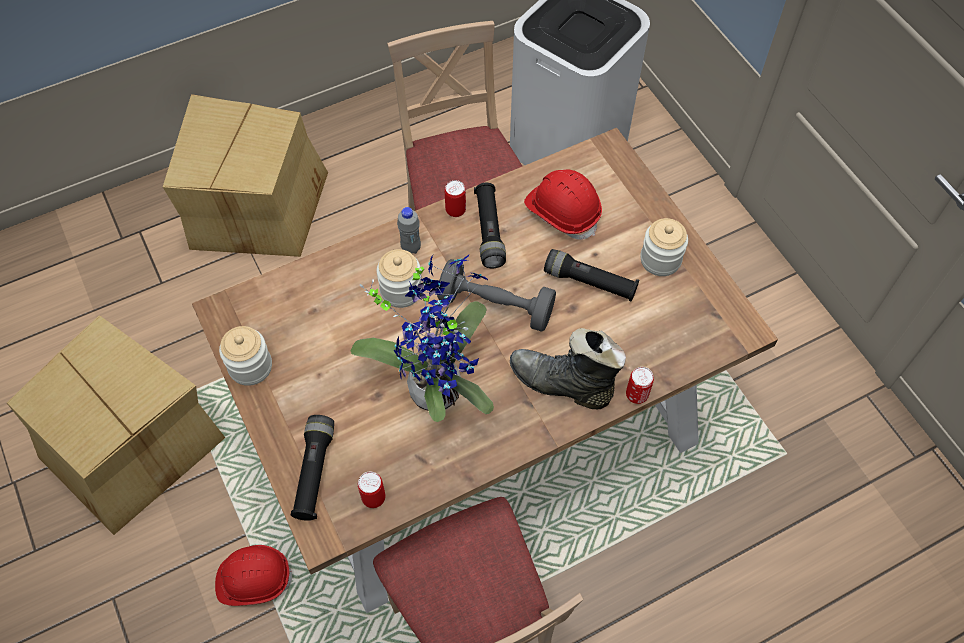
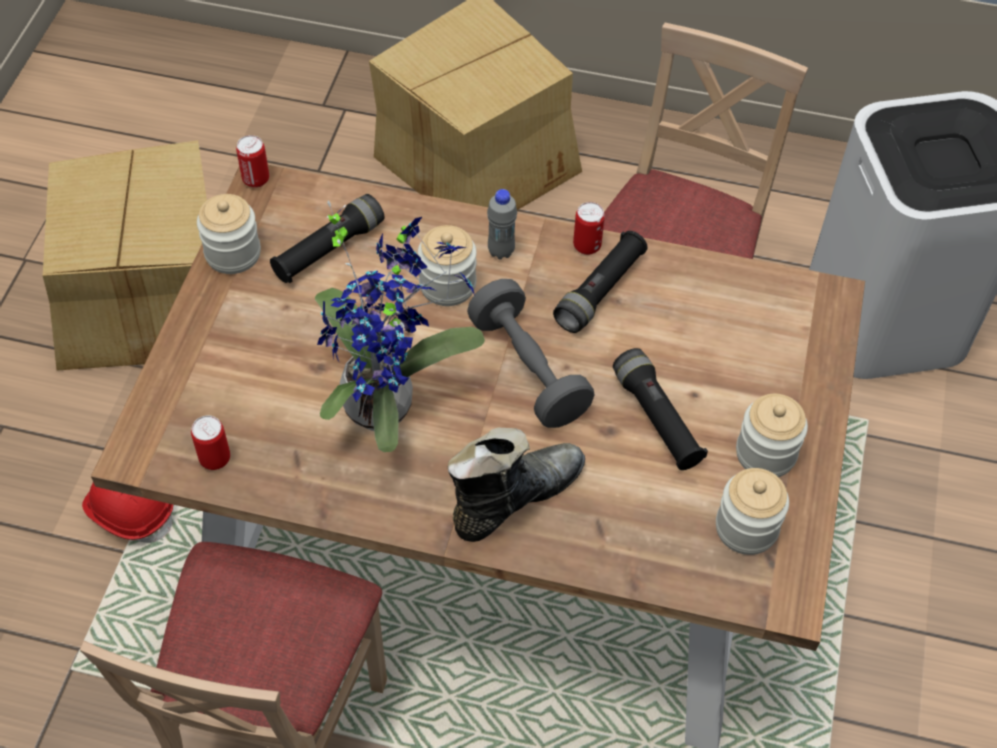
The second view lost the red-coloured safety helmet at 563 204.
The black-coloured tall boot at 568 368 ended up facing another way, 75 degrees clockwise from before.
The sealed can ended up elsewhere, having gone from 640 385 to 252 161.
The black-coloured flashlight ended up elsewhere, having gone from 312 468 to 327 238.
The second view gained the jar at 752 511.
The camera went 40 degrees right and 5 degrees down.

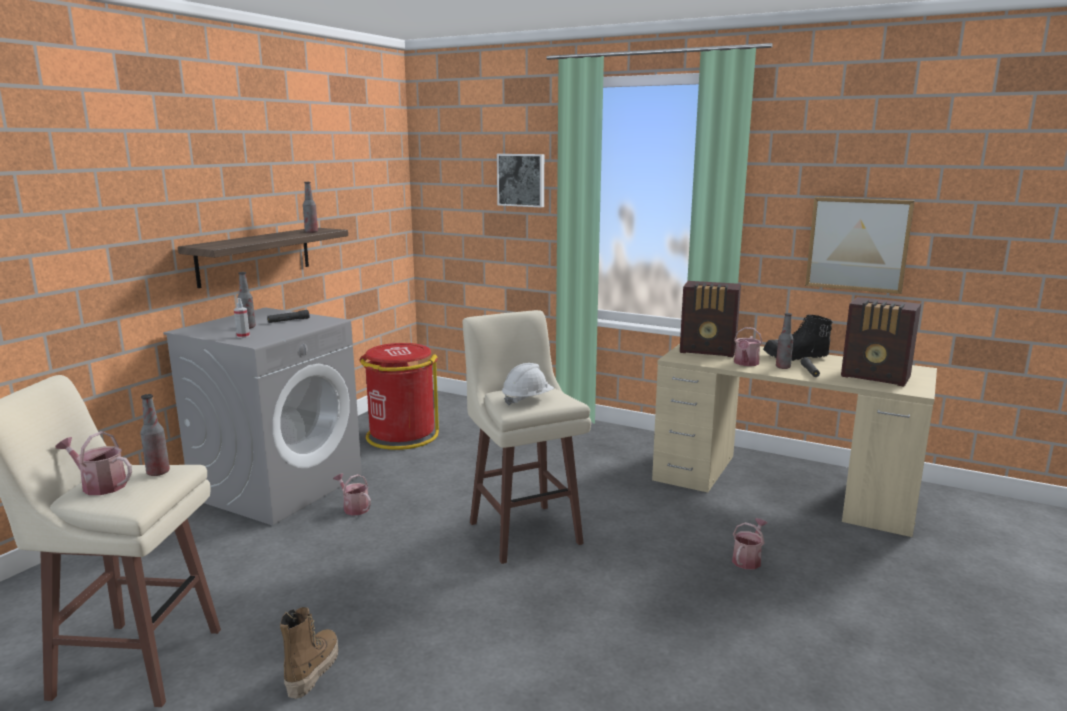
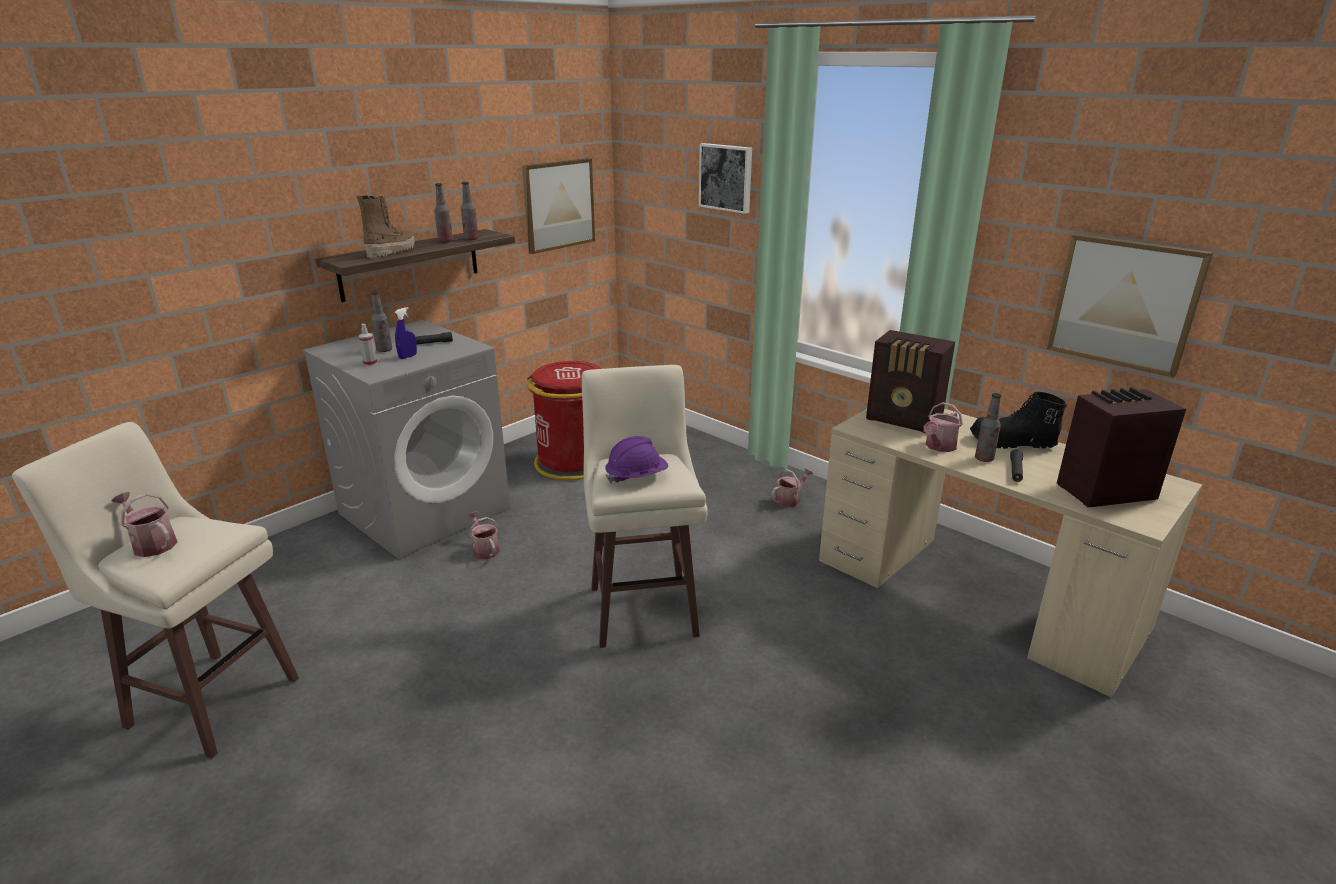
The radio at 881 342 ended up facing another way, 120 degrees clockwise from before.
What was the white-coloured safety helmet at 528 384 turned into the purplish safety helmet at 636 460.
The drink bottle ended up elsewhere, having gone from 155 435 to 443 213.
The watering pot ended up elsewhere, having gone from 749 543 to 792 488.
The tall boot ended up elsewhere, having gone from 309 653 to 386 226.
The second view gained the picture at 558 206.
The second view gained the bluish spray bottle at 405 333.
The camera went 15 degrees right and 10 degrees up.

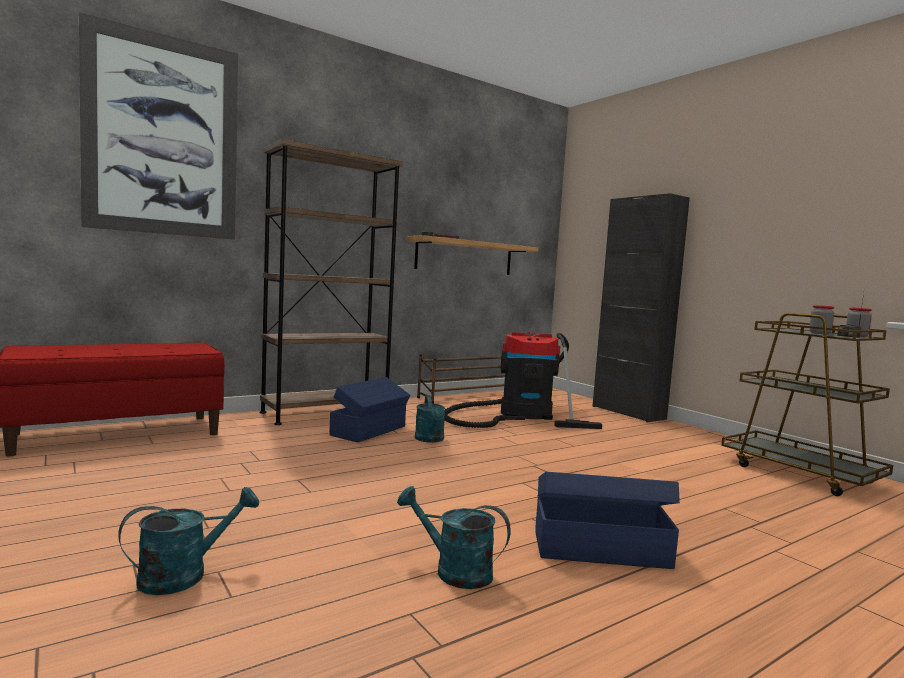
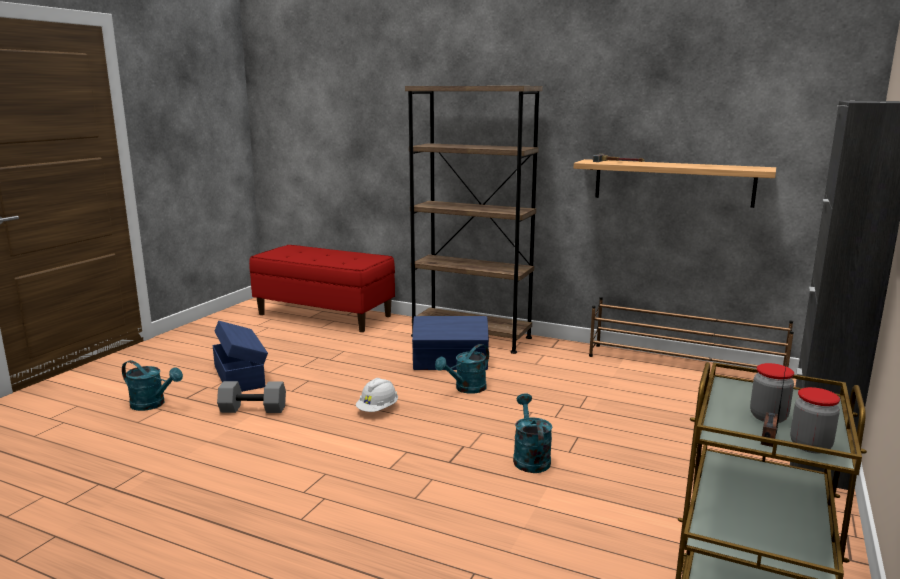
The second view lost the picture at 158 126.
The second view lost the hoover at 523 380.
The bluish storage bin ended up elsewhere, having gone from 607 520 to 240 356.
The blue-green watering pot ended up elsewhere, having gone from 454 537 to 533 433.
The second view gained the white-coloured safety helmet at 377 395.
The second view gained the greyish free weight at 251 397.
The camera went 60 degrees right and 10 degrees up.

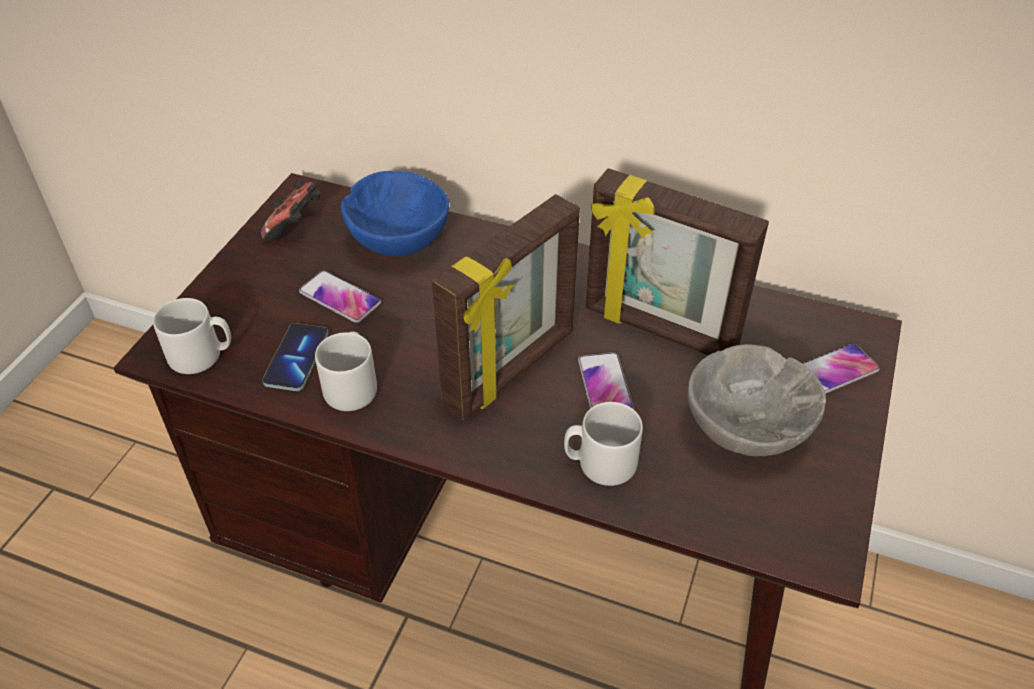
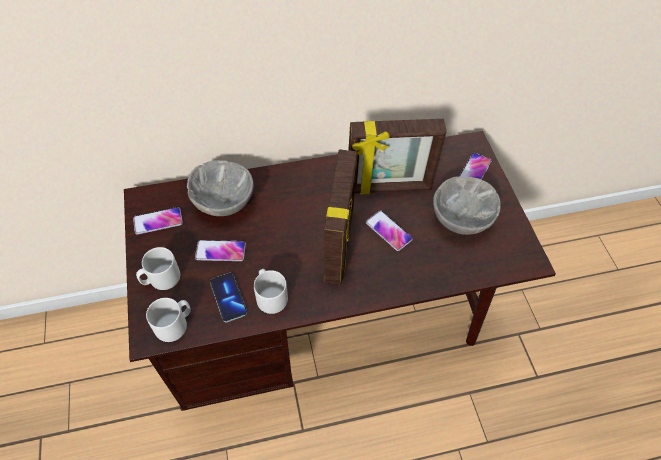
What was the bluish deep dish at 395 213 turned into the greyish deep dish at 220 188.
Where the game controller stood at 291 210, the phone came to stand at 158 221.
The greyish tea mug ended up elsewhere, having gone from 603 444 to 158 268.
The camera went 35 degrees left and 10 degrees up.

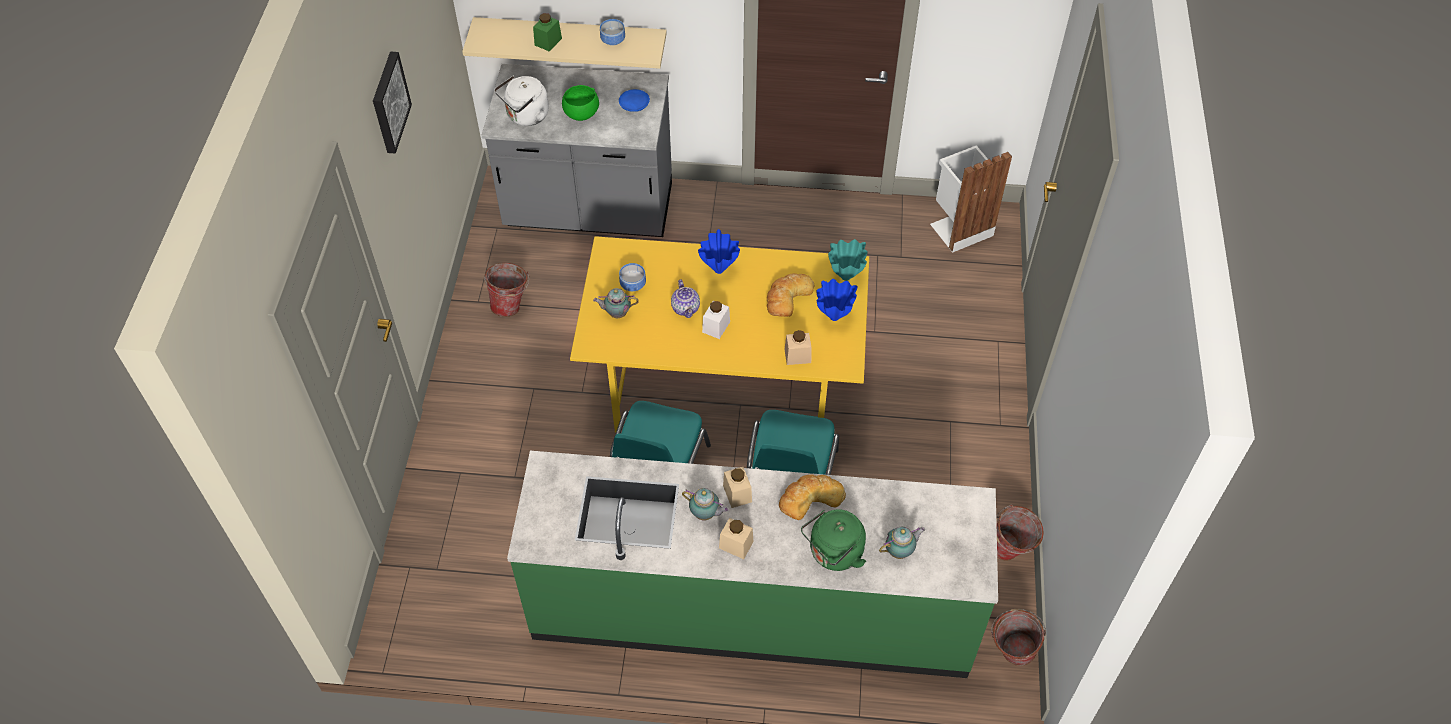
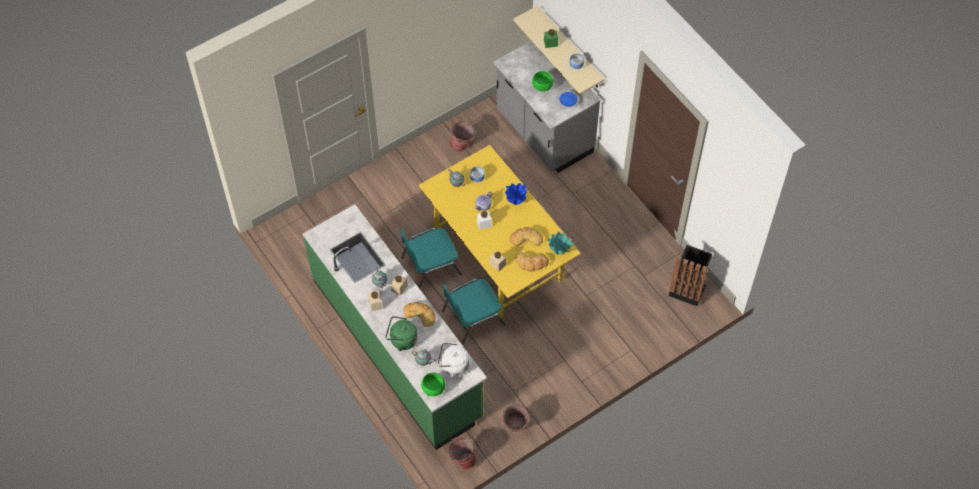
The second view lost the picture at 392 102.
The white-coloured water kettle ended up elsewhere, having gone from 521 101 to 453 360.
What was the white-coloured trash can at 971 199 turned into the black-coloured trash can at 690 275.
Where the bluish vase stood at 837 300, the baked bread came to stand at 532 262.
The second view gained the green-coloured deep dish at 433 384.
The camera went 50 degrees right and 5 degrees up.

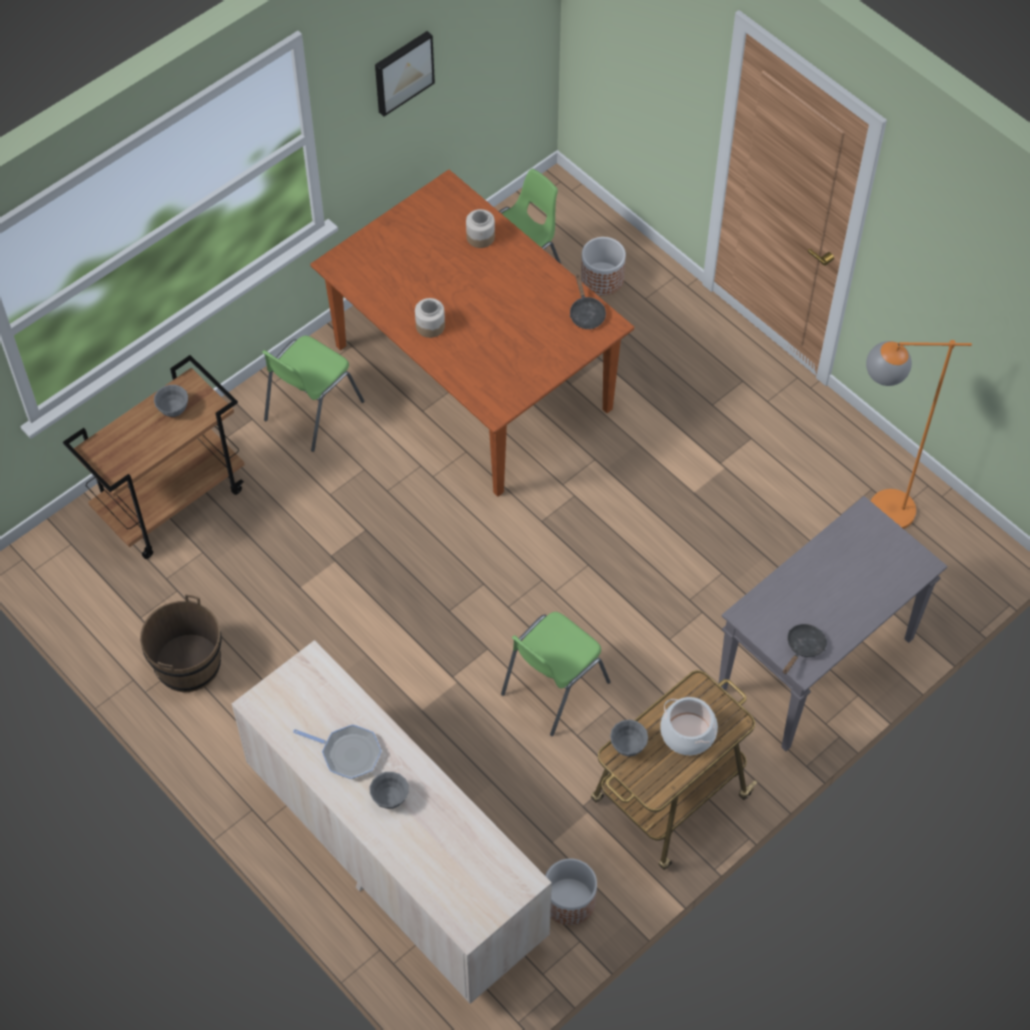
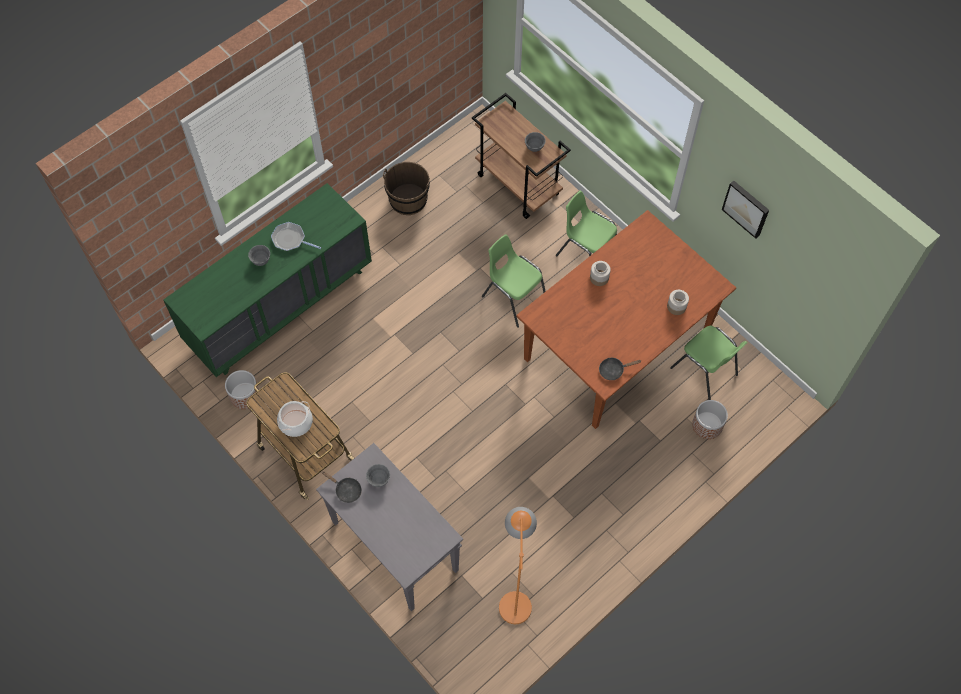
The green-coloured chair ended up elsewhere, having gone from 556 674 to 514 281.
What was the beige drawer chest at 392 822 turned into the green-coloured drawer chest at 267 280.
The greyish deep dish ended up elsewhere, having gone from 629 738 to 378 475.
The pan at 337 751 ended up facing another way, 90 degrees clockwise from before.
The camera went 90 degrees right and 5 degrees up.

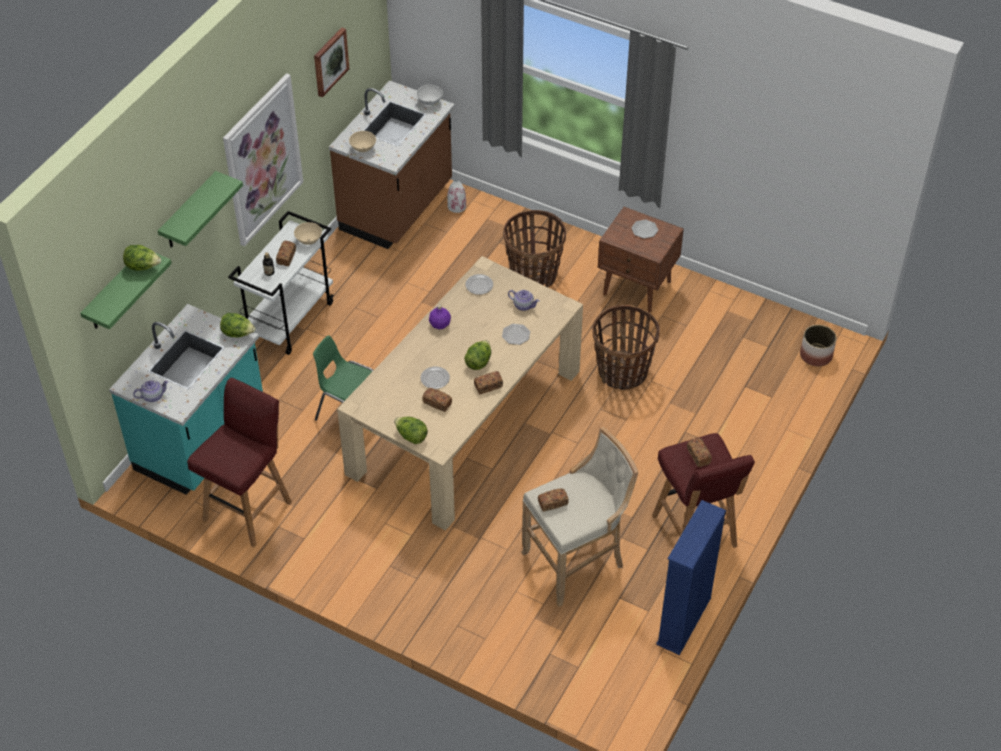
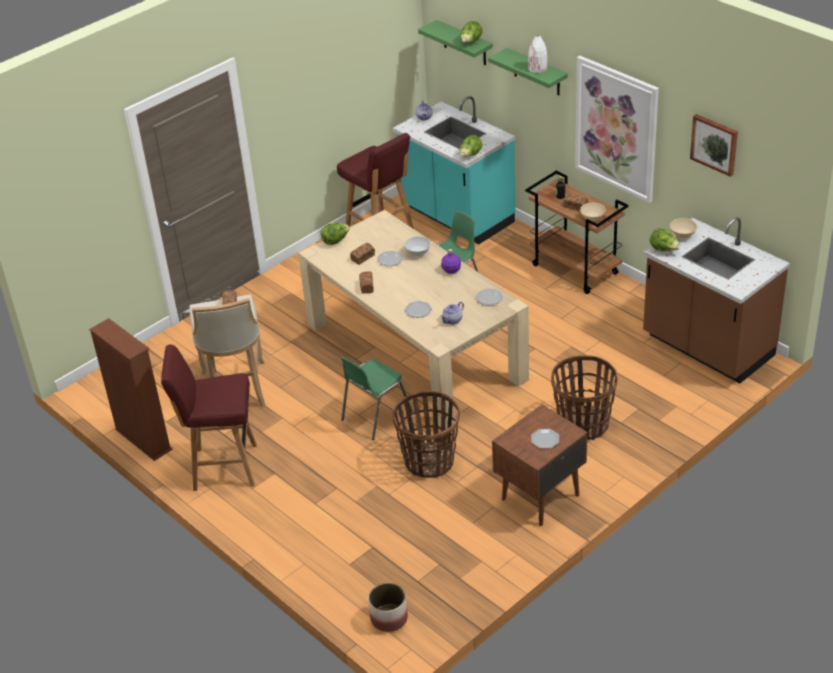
The white-coloured deep dish ended up elsewhere, having gone from 429 95 to 418 246.
The white-coloured vase ended up elsewhere, having gone from 456 196 to 537 54.
What was the white-coloured wheeled cart at 281 283 turned into the brown wheeled cart at 577 232.
The lettuce head ended up elsewhere, having gone from 477 355 to 665 240.
The second view lost the baked bread at 699 452.
What was the bluish bookcase at 691 577 turned into the brown bookcase at 130 389.
The second view gained the green-coloured chair at 376 398.
The camera went 110 degrees right and 10 degrees down.

